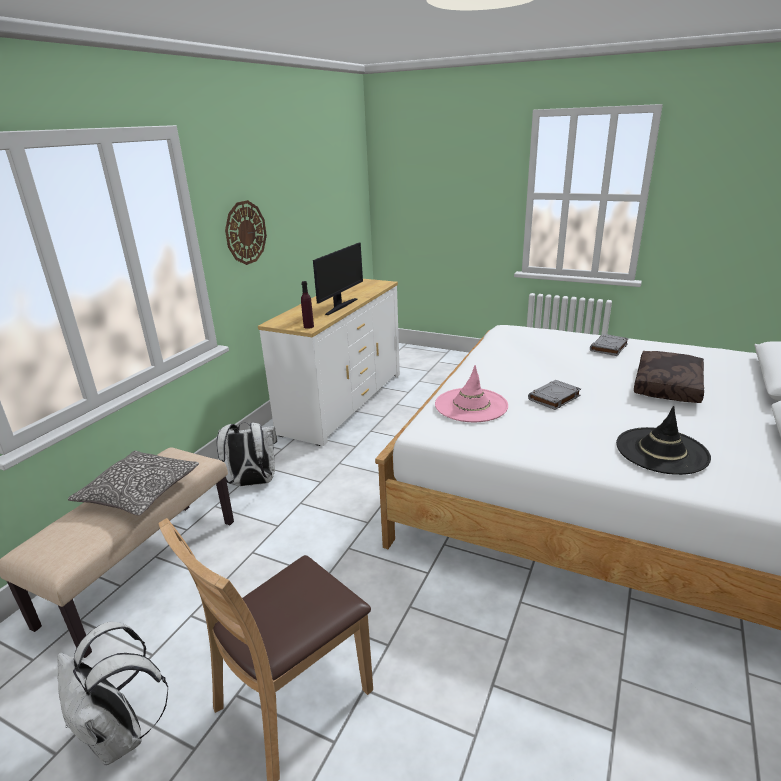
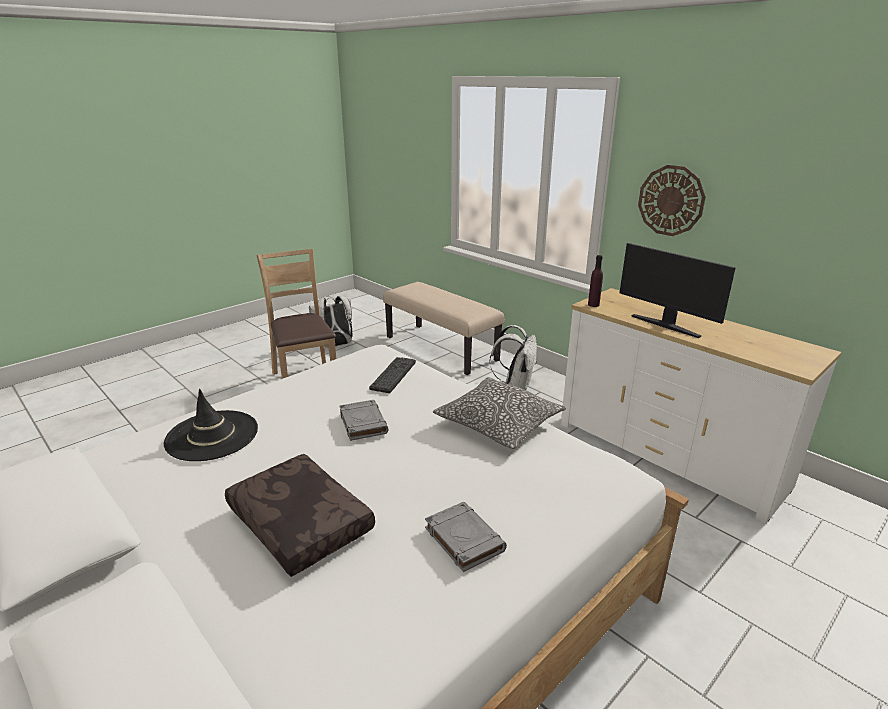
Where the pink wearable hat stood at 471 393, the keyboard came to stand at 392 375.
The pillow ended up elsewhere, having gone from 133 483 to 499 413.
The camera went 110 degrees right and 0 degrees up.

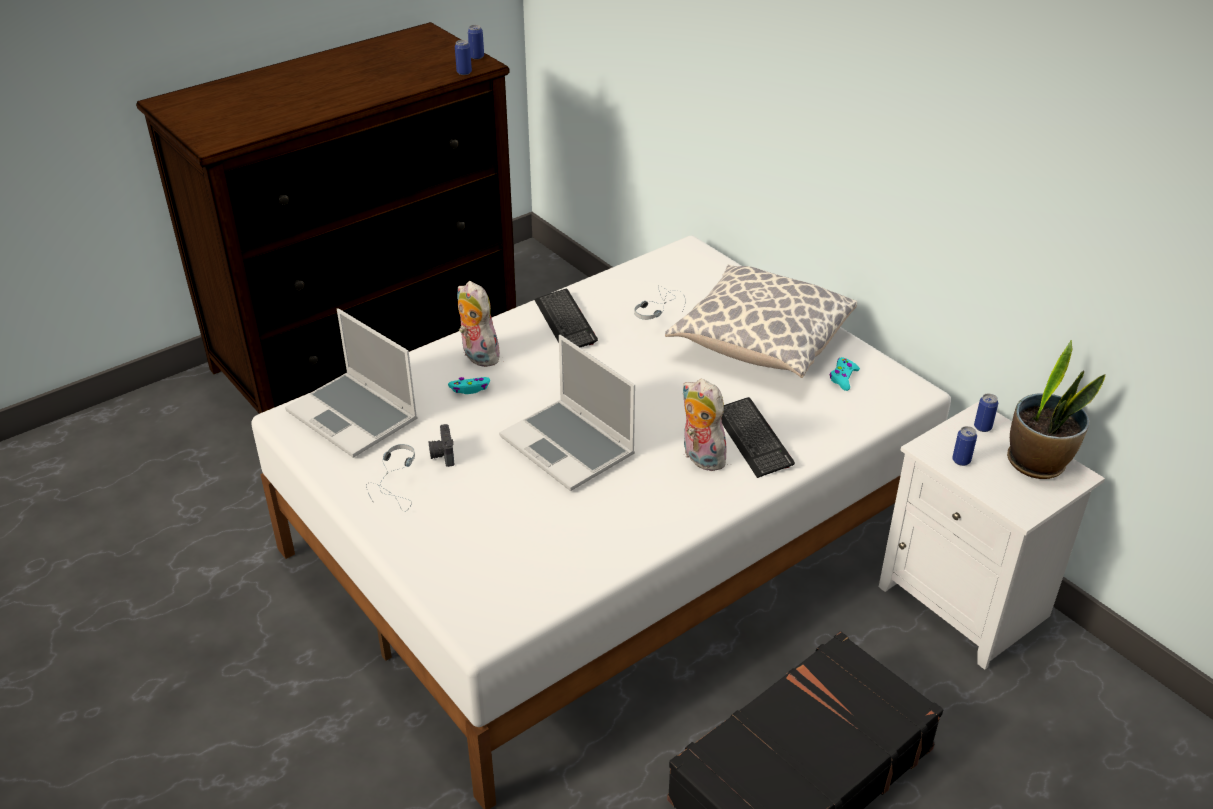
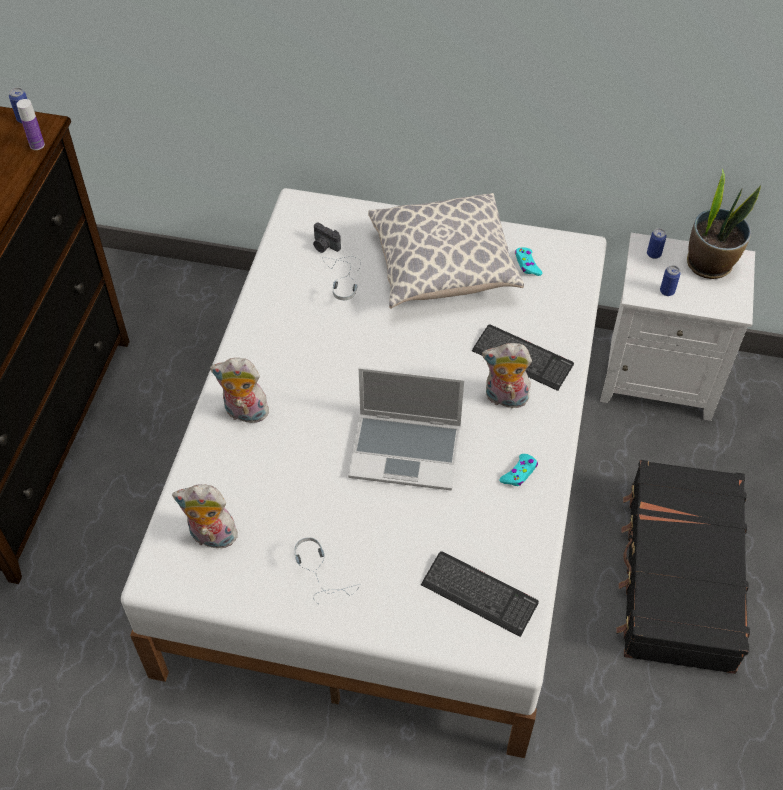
Where the sealed can stood at 463 57, the drink bottle came to stand at 31 124.
The keyboard ended up elsewhere, having gone from 566 318 to 480 594.
Where the portable computer stood at 351 383, the soft toy came to stand at 205 516.
The blue-green game controller ended up elsewhere, having gone from 469 385 to 518 470.
The still camera ended up elsewhere, having gone from 441 445 to 327 237.
The camera went 40 degrees left and 15 degrees up.

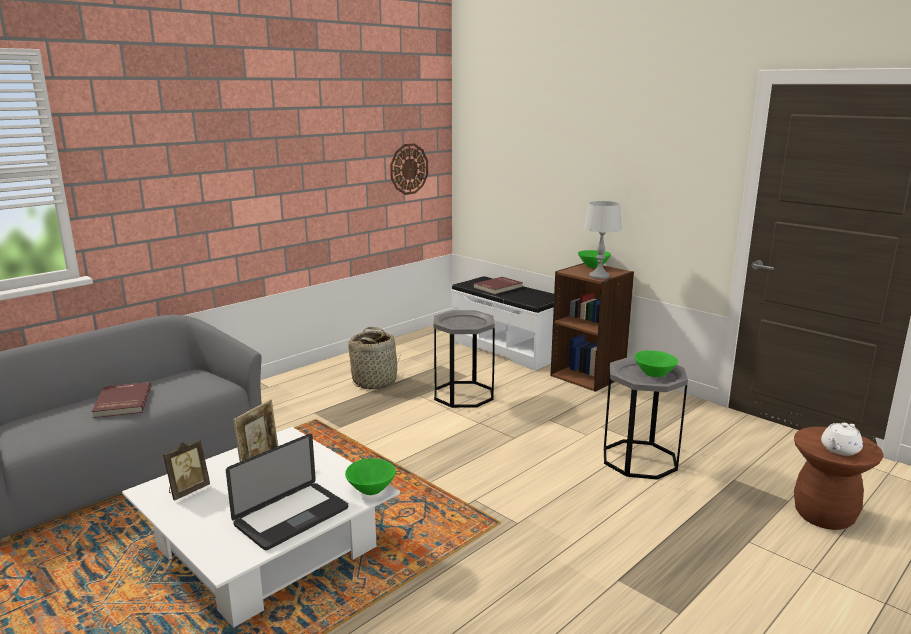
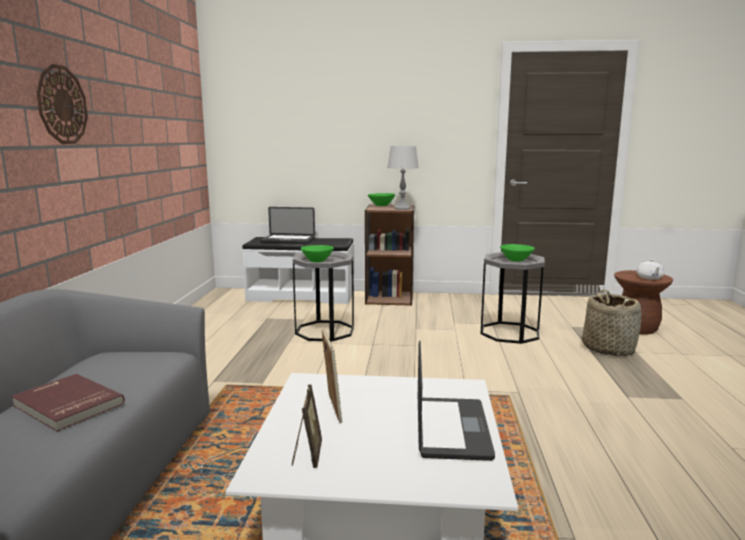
The wall clock ended up elsewhere, having gone from 409 169 to 62 104.
Where the red-coloured book stood at 498 285, the portable computer came to stand at 287 225.
The storage basket ended up elsewhere, having gone from 374 358 to 612 322.
The green-coloured deep dish ended up elsewhere, having gone from 370 476 to 317 253.
The camera went 40 degrees left and 5 degrees down.

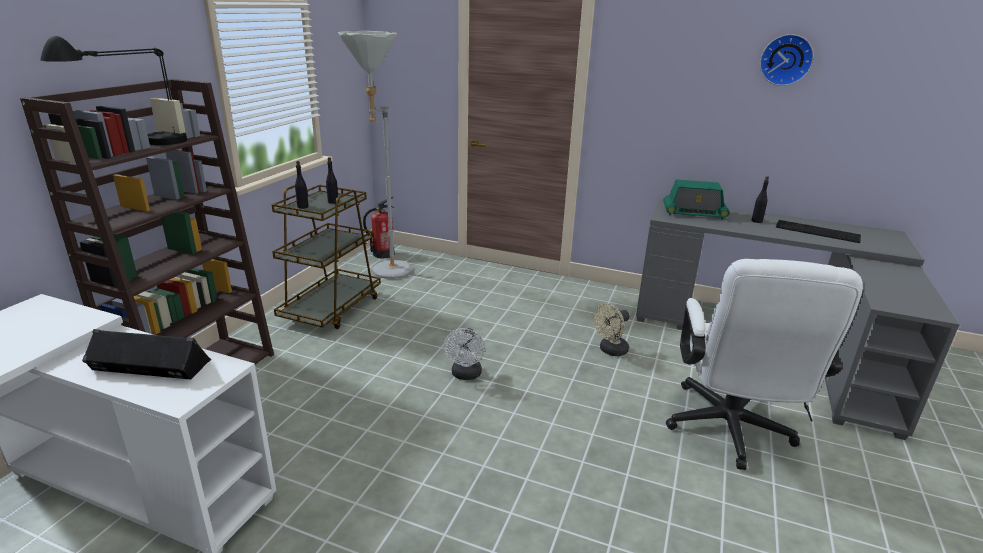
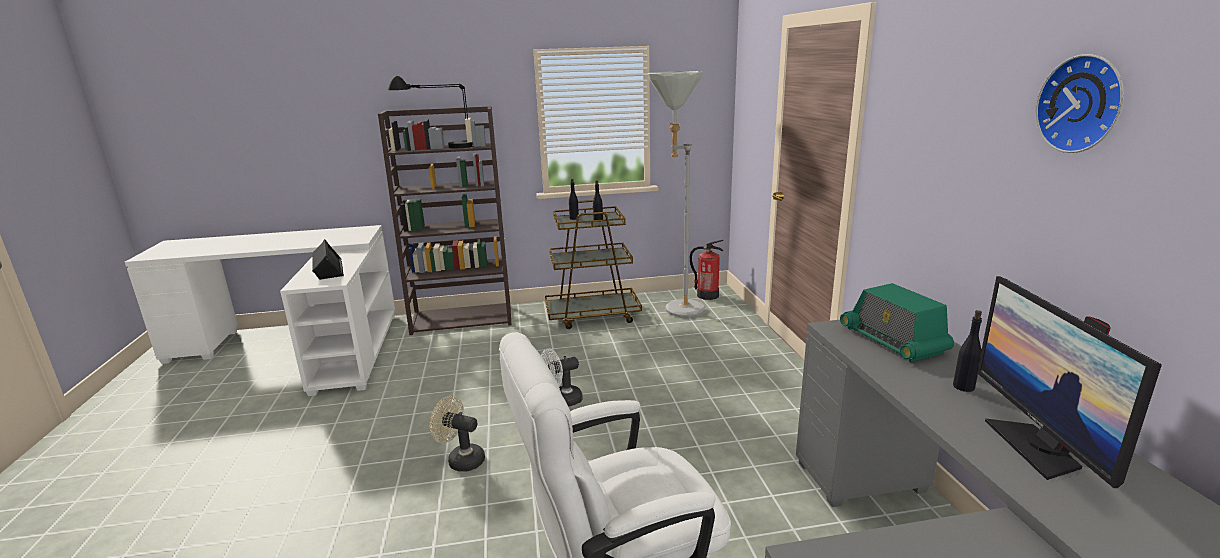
Where the keyboard stood at 818 231, the computer screen came to stand at 1069 382.
The beige cooling fan ended up elsewhere, having gone from 611 329 to 457 434.
The camera went 60 degrees right and 5 degrees down.

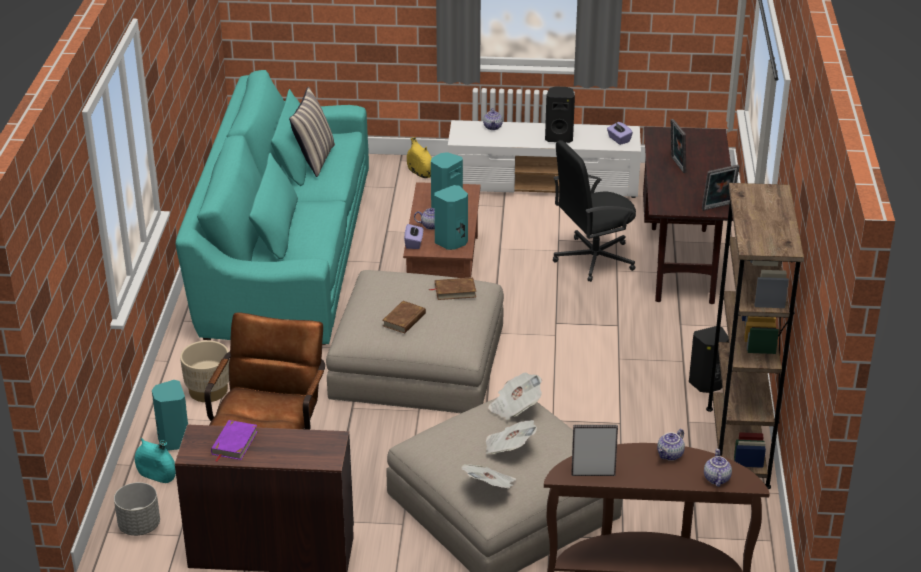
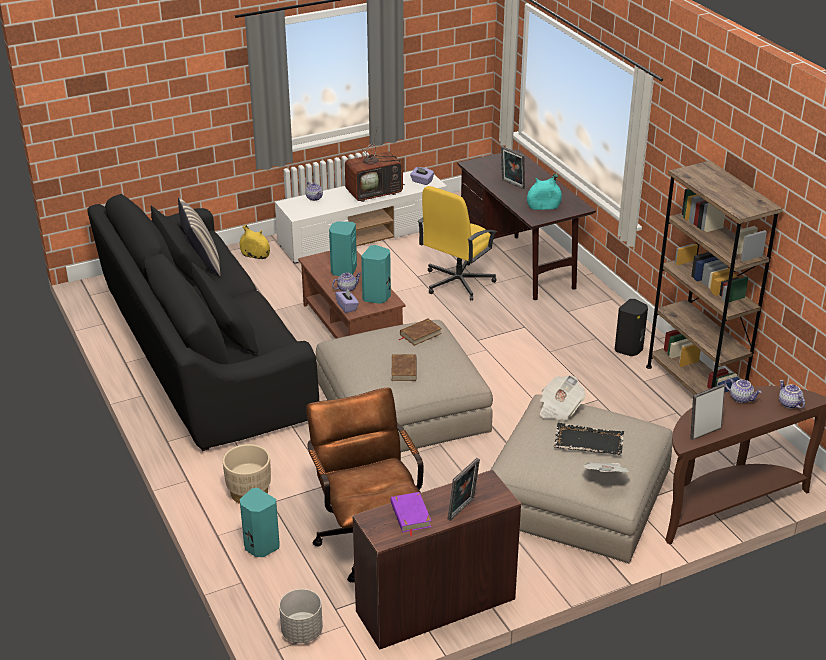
What was the blue-green sofa at 272 207 turned into the black-coloured sofa at 203 322.
Where the black-coloured speaker stood at 560 114, the television came to stand at 375 164.
What was the black-coloured computer chair at 594 211 turned into the yellow computer chair at 457 243.
The photo frame ended up elsewhere, having gone from 721 188 to 463 489.
Where the printed paper stood at 511 437, the black-coloured tray came to stand at 589 439.
The teapot at 671 445 ended up facing another way, 60 degrees counterclockwise from before.
The blue-green vase ended up elsewhere, having gone from 155 460 to 544 192.
The camera went 30 degrees left and 0 degrees up.

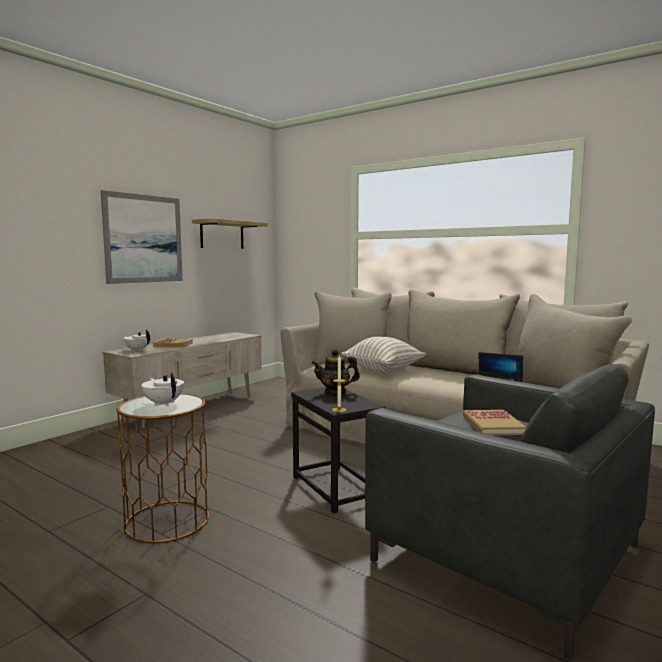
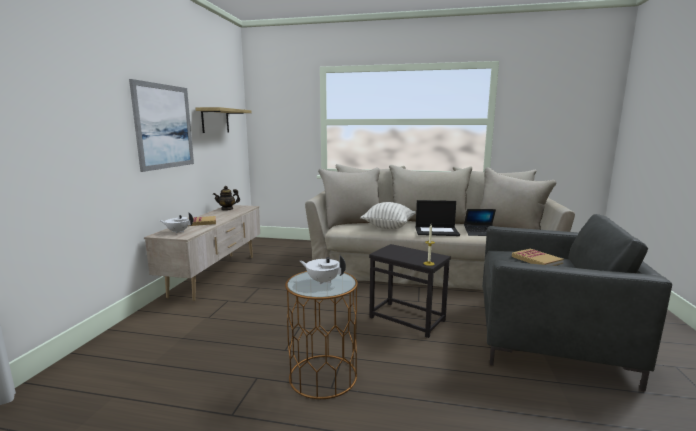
The teapot ended up elsewhere, having gone from 336 372 to 226 198.
The second view gained the portable computer at 437 218.
The camera went 25 degrees left and 5 degrees up.

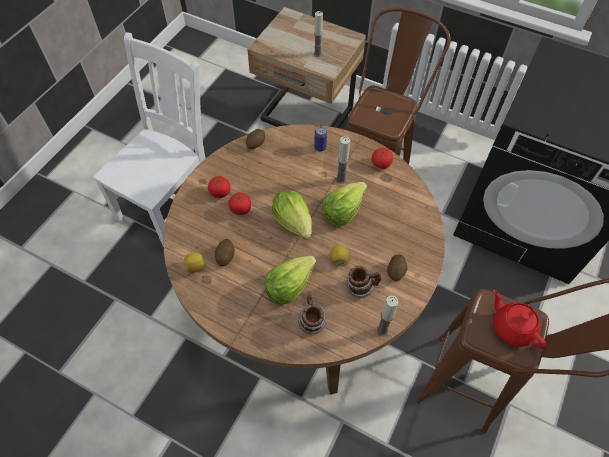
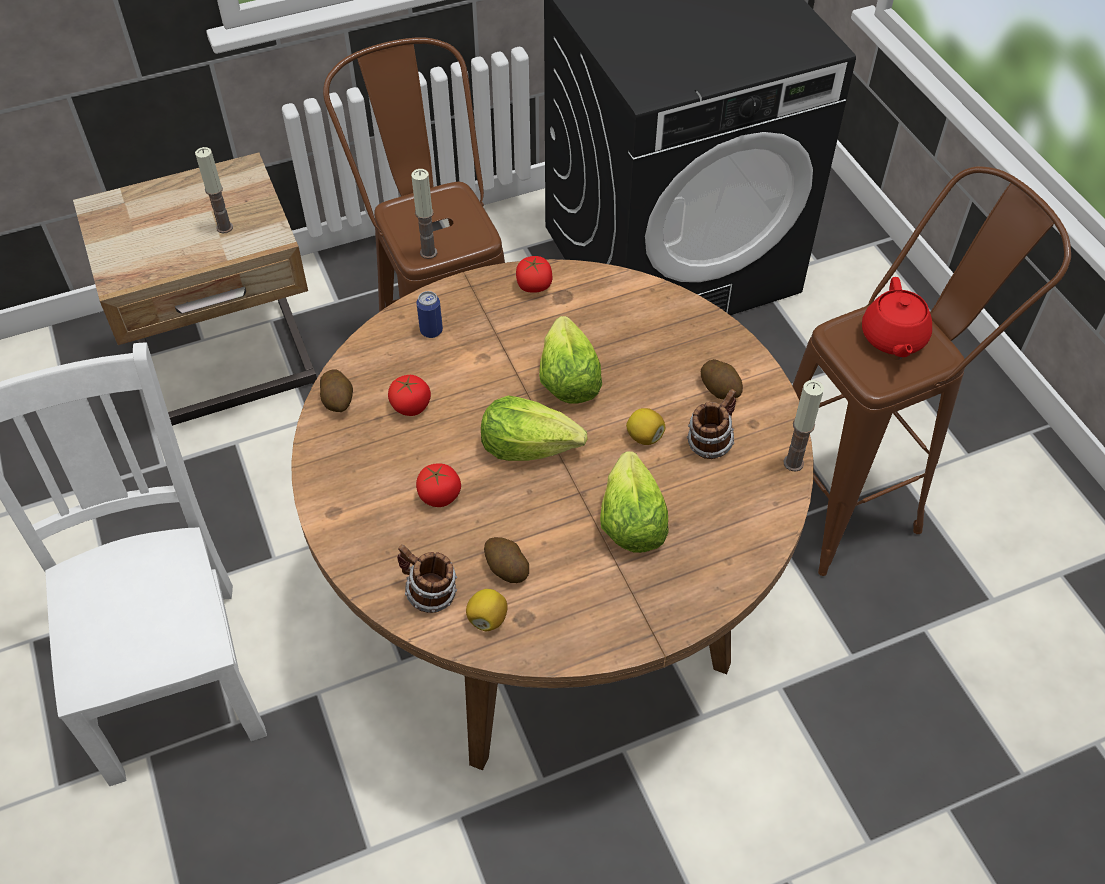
The wax light ended up elsewhere, having gone from 343 160 to 424 214.
The tomato ended up elsewhere, having gone from 219 187 to 409 395.
The red-coloured teapot at 520 319 ended up facing another way, 90 degrees counterclockwise from before.
The tea mug ended up elsewhere, having gone from 312 313 to 427 579.
The camera went 50 degrees left and 5 degrees down.

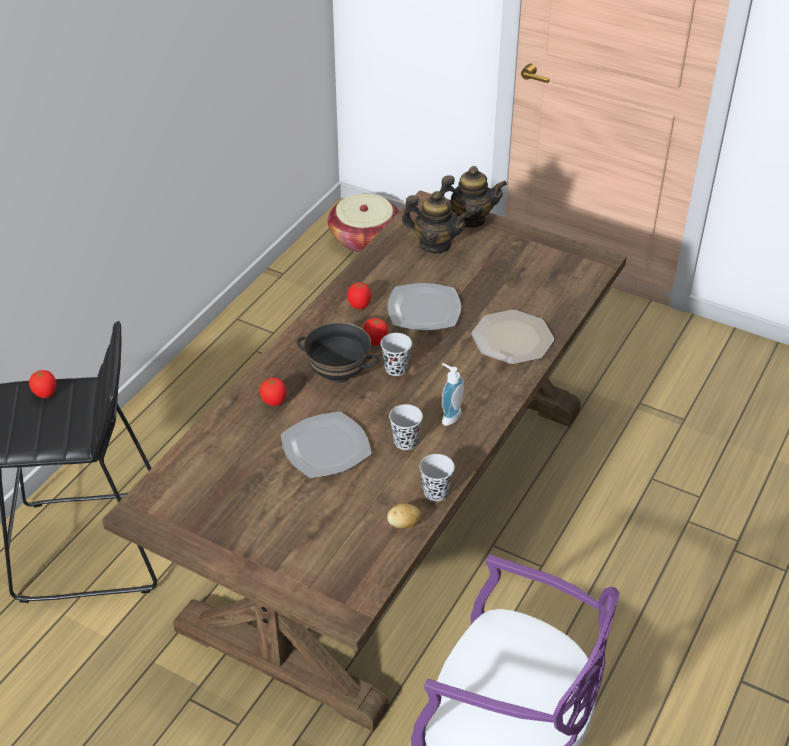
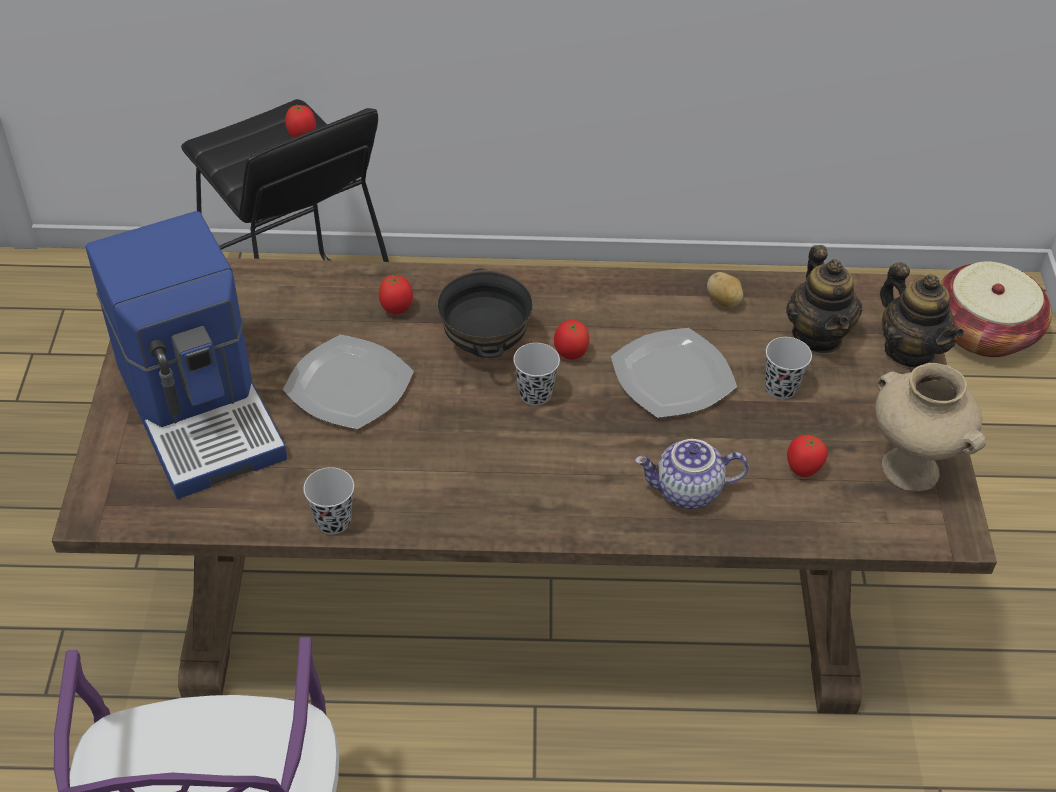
The tomato ended up elsewhere, having gone from 359 295 to 807 456.
Where the plate stood at 512 337, the teapot came to stand at 692 474.
The second view lost the liquid soap bottle at 453 394.
The black-coloured drinking cup ended up elsewhere, having gone from 406 427 to 788 368.
The potato ended up elsewhere, having gone from 403 516 to 725 290.
The second view gained the coffee maker at 186 355.
The second view gained the beige vase at 930 427.
The camera went 60 degrees right and 5 degrees up.

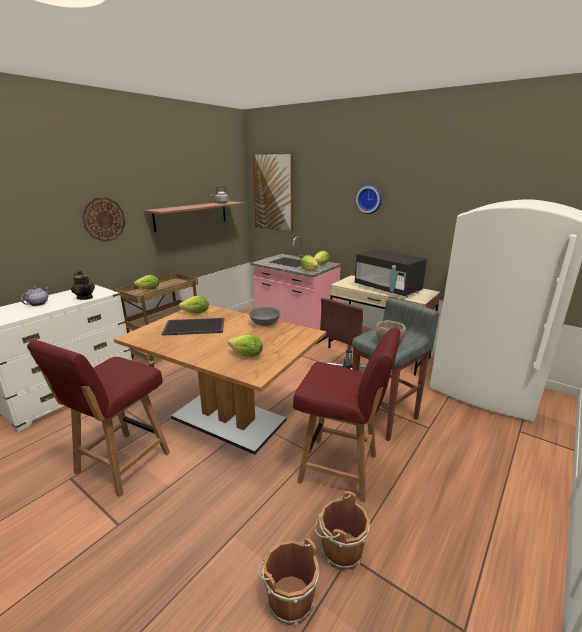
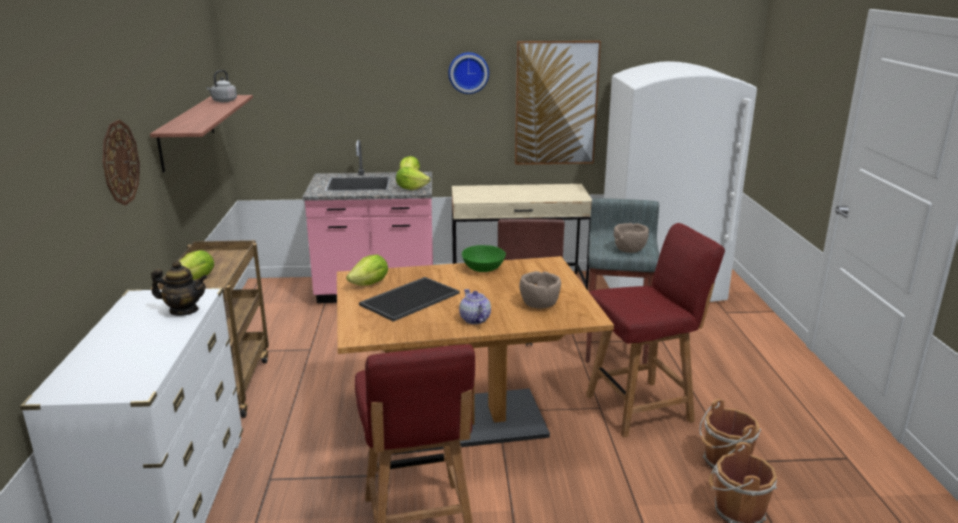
The picture ended up elsewhere, having gone from 272 192 to 558 103.
The second view lost the black-coloured microwave oven at 391 273.
The teapot ended up elsewhere, having gone from 35 296 to 475 306.
What was the greyish deep dish at 264 316 turned into the green-coloured deep dish at 484 258.
Where the lettuce head stood at 245 345, the brown deep dish came to stand at 540 290.
The camera went 40 degrees left and 0 degrees up.

